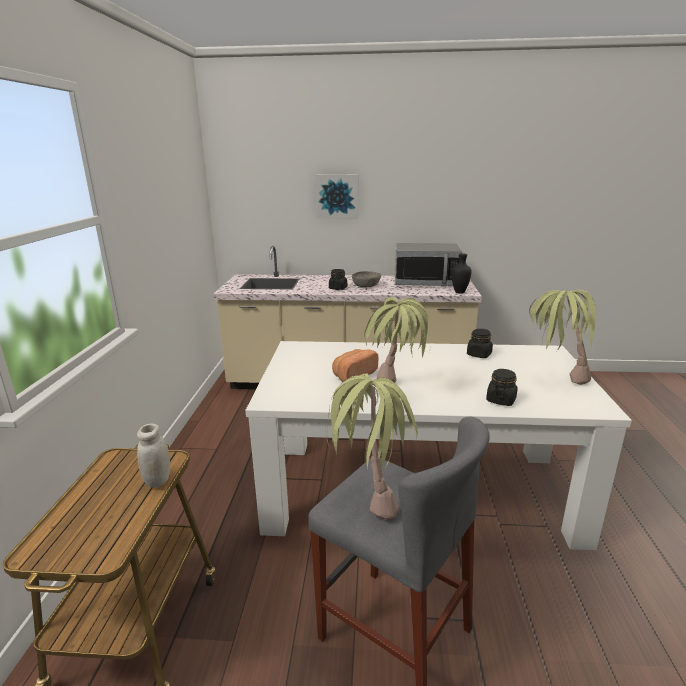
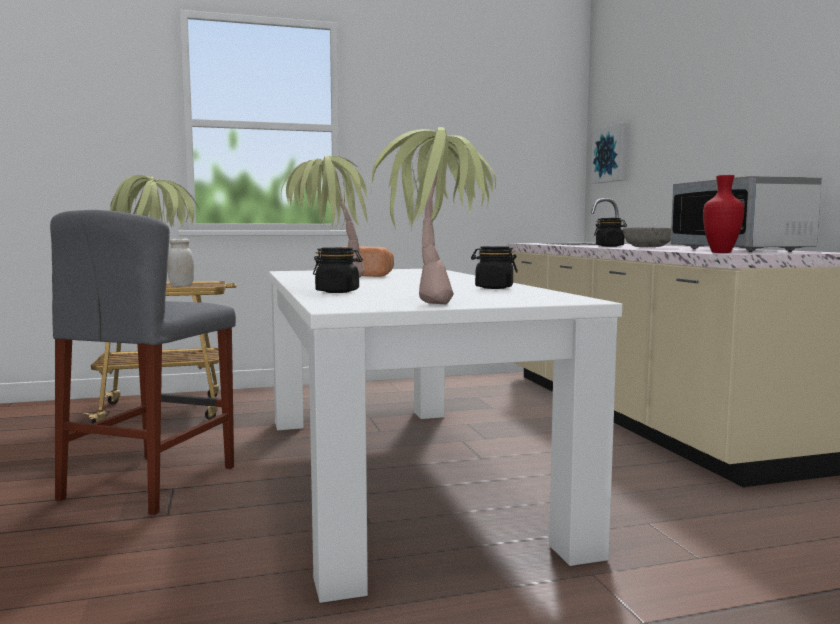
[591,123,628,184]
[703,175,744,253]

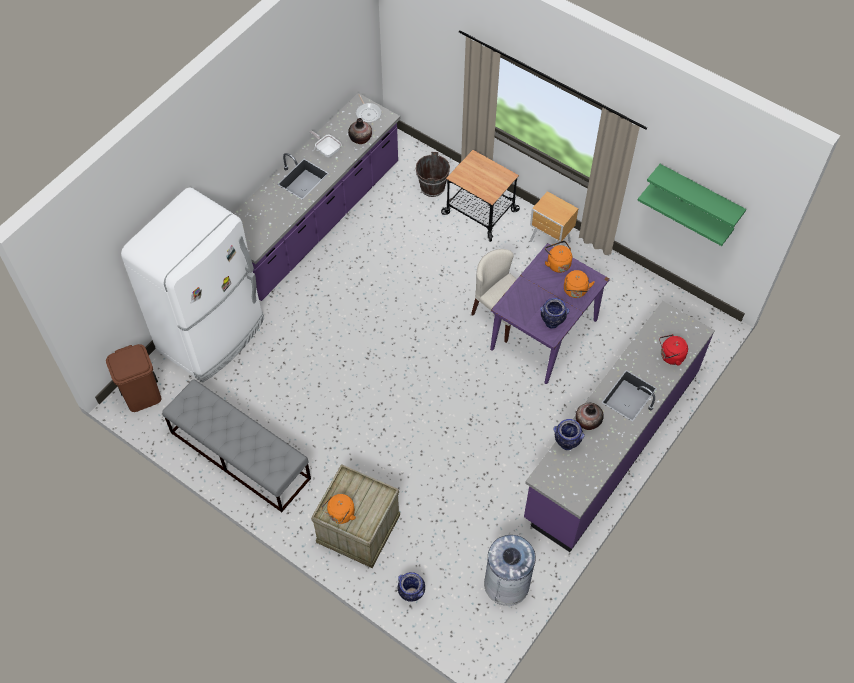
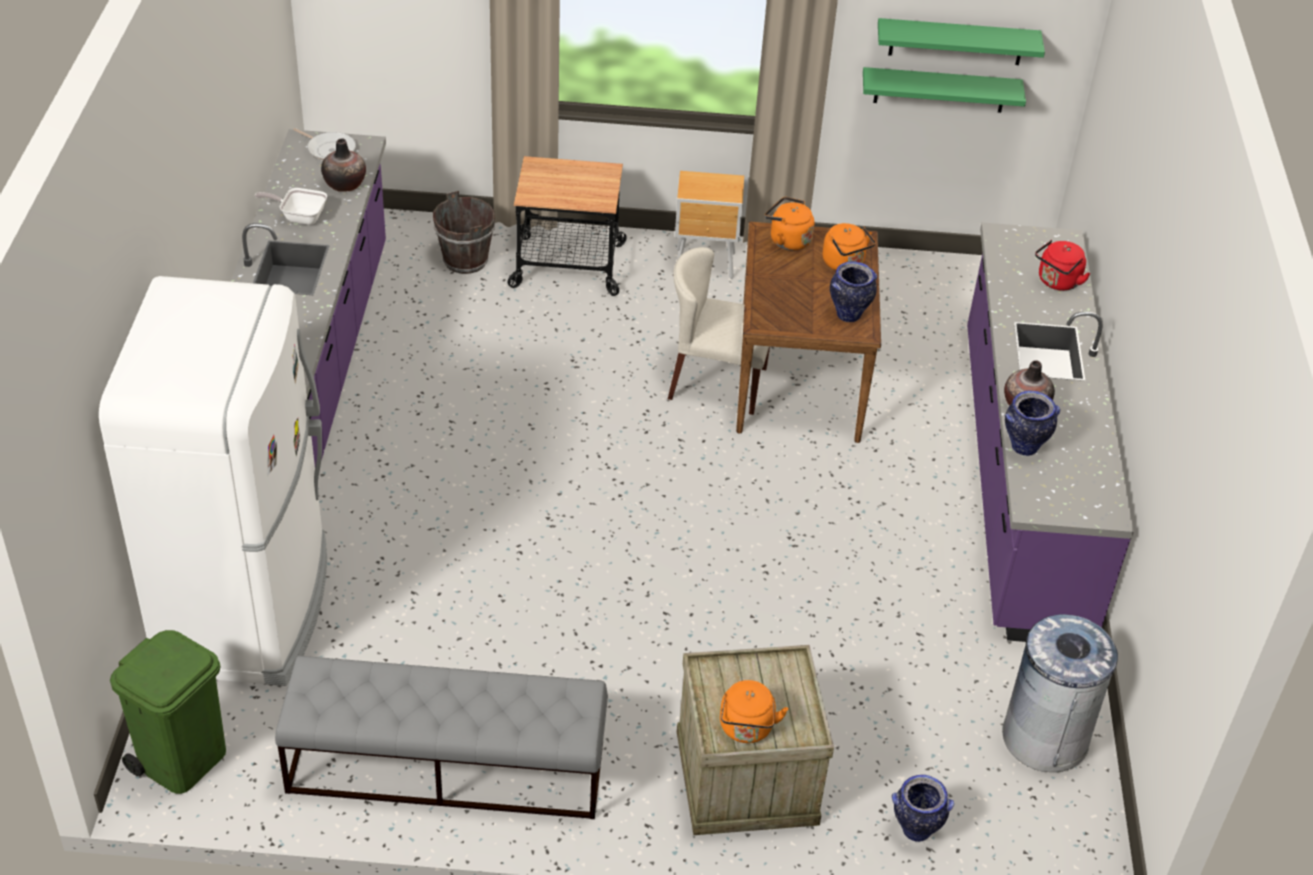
[736,221,881,443]
[110,630,226,794]

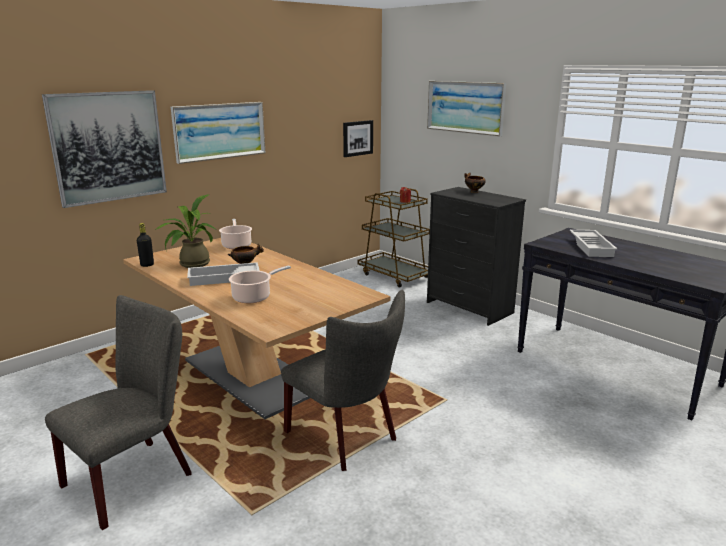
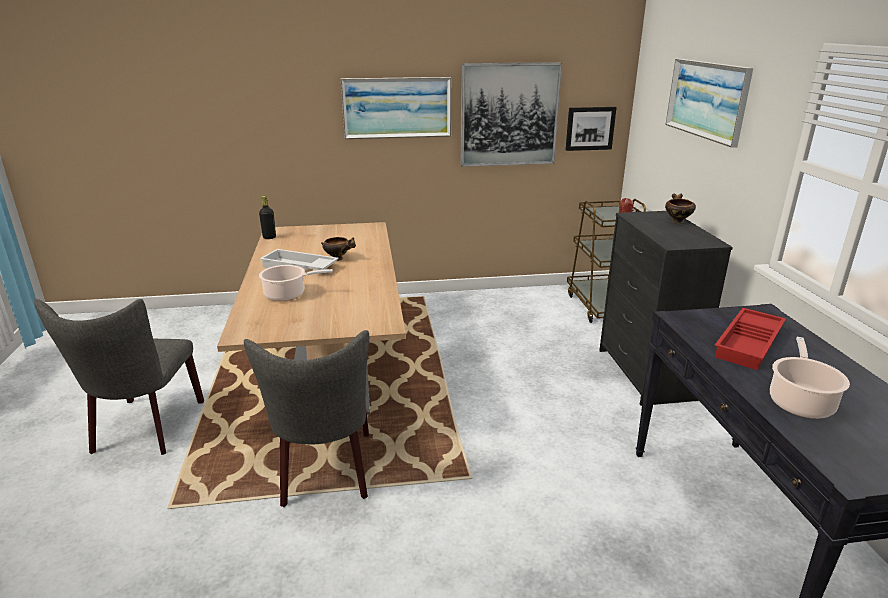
[460,62,562,167]
[155,194,215,268] (first image)
[770,337,850,419]
[714,308,786,370]
[34,299,204,455]

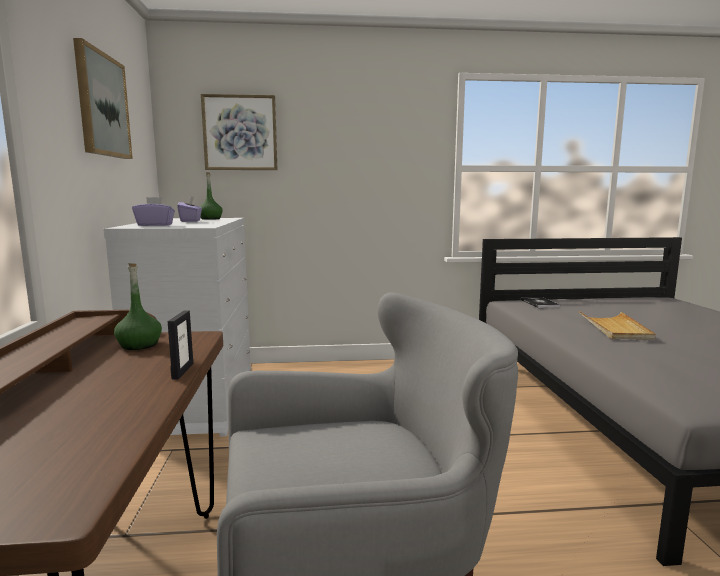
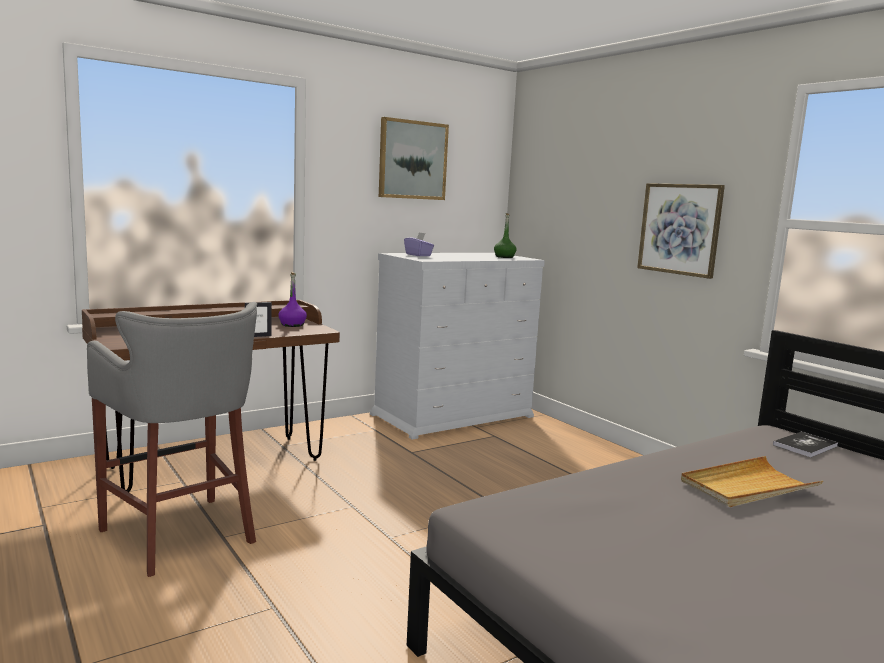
[637,183,725,279]
[177,196,202,222] (first image)
[278,272,307,327]

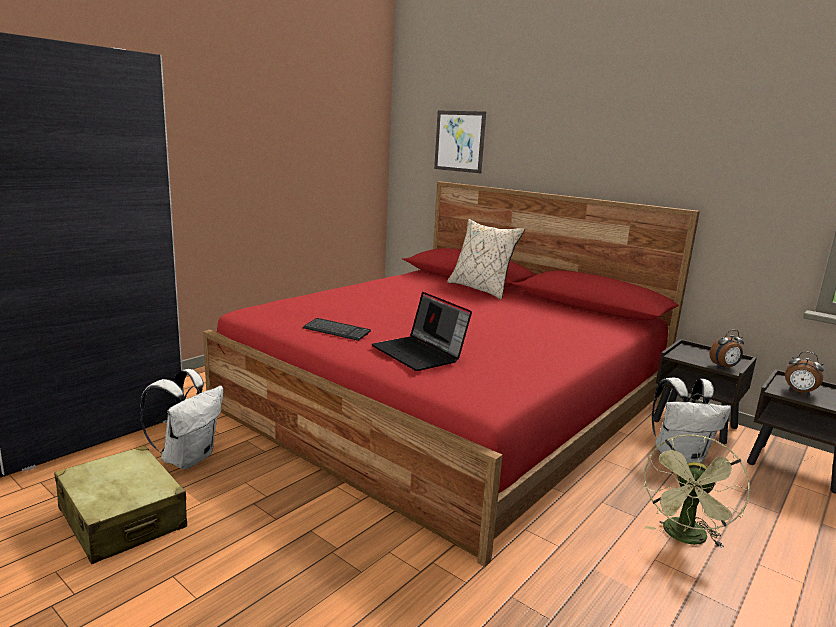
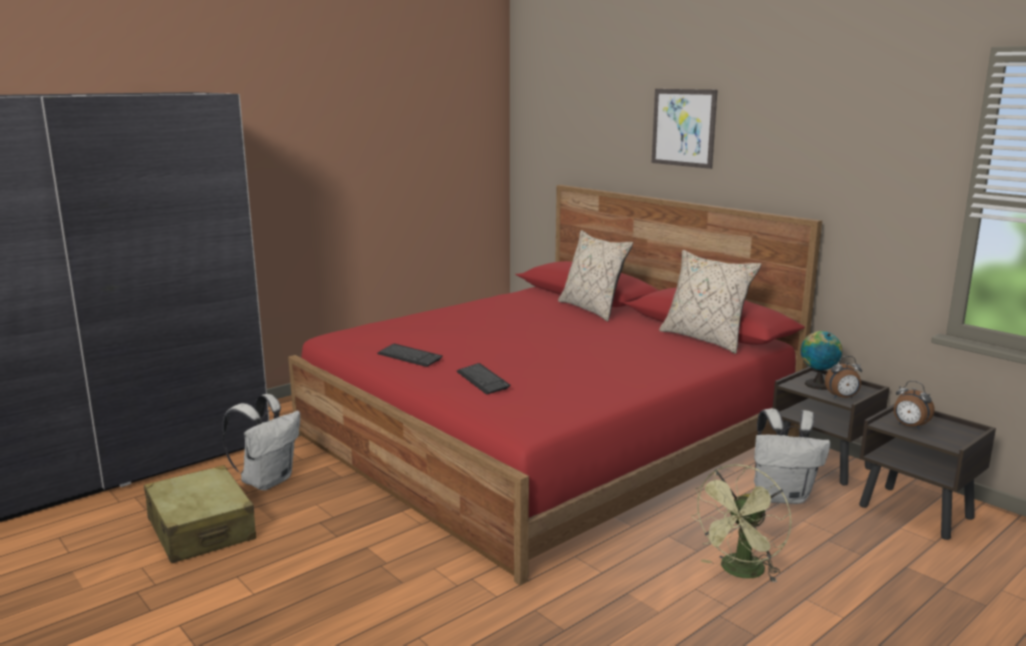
[652,89,718,169]
[456,363,510,395]
[659,250,762,354]
[801,331,842,390]

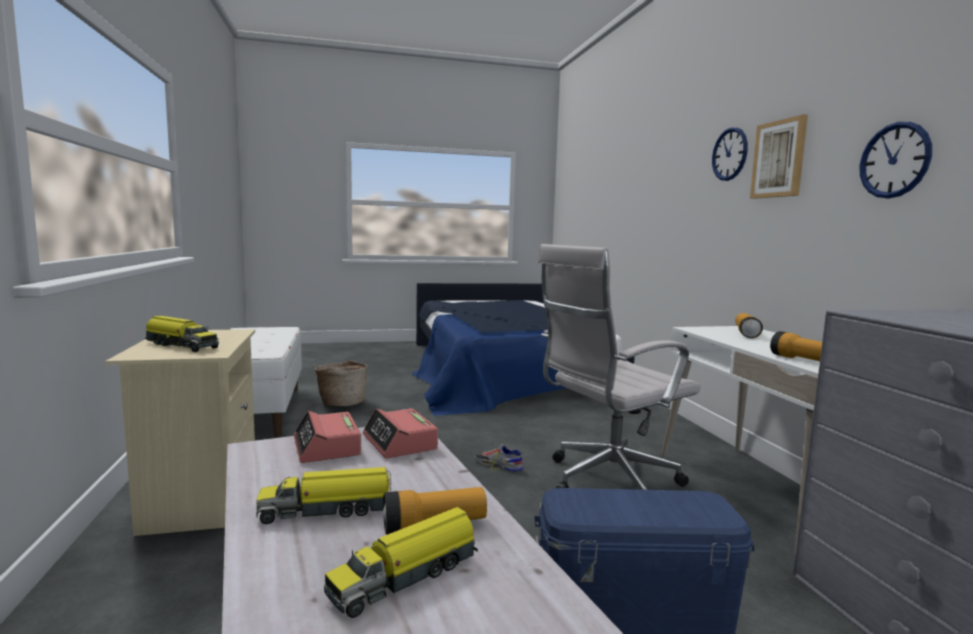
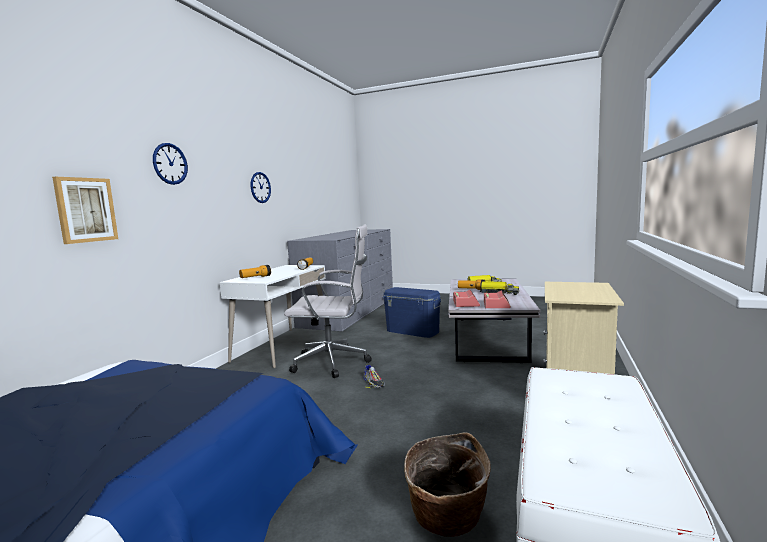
[52,177,118,244]
[145,316,219,352] (first image)

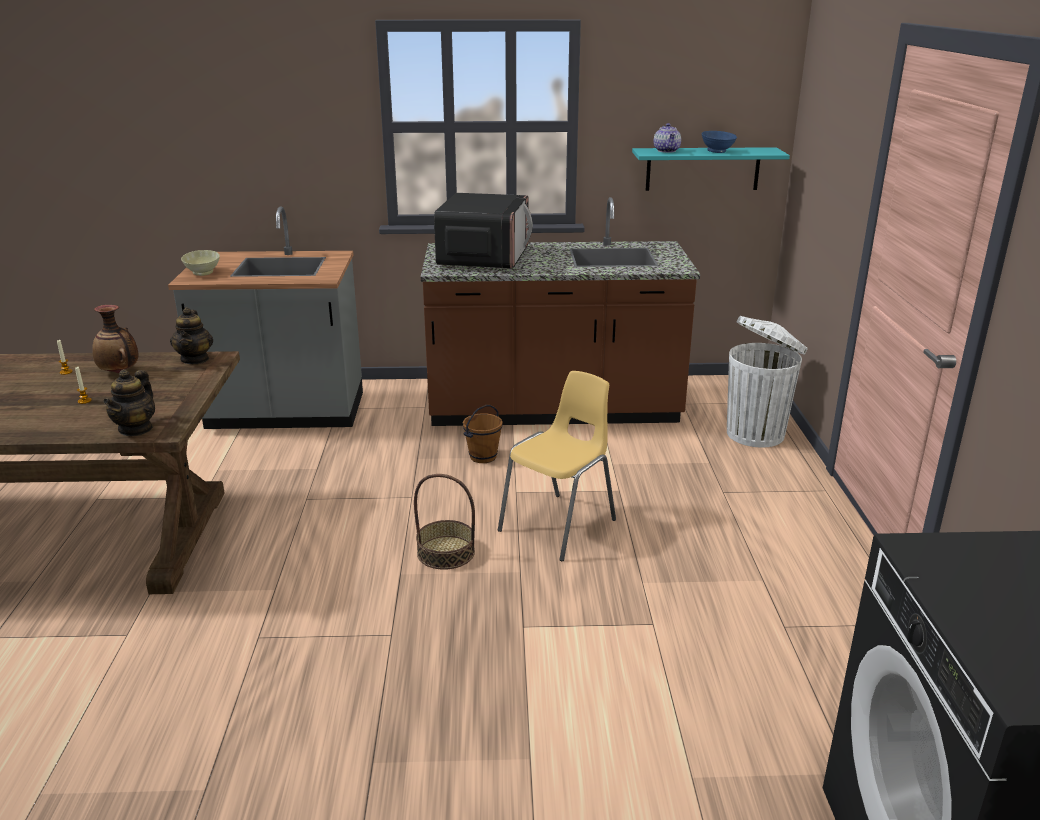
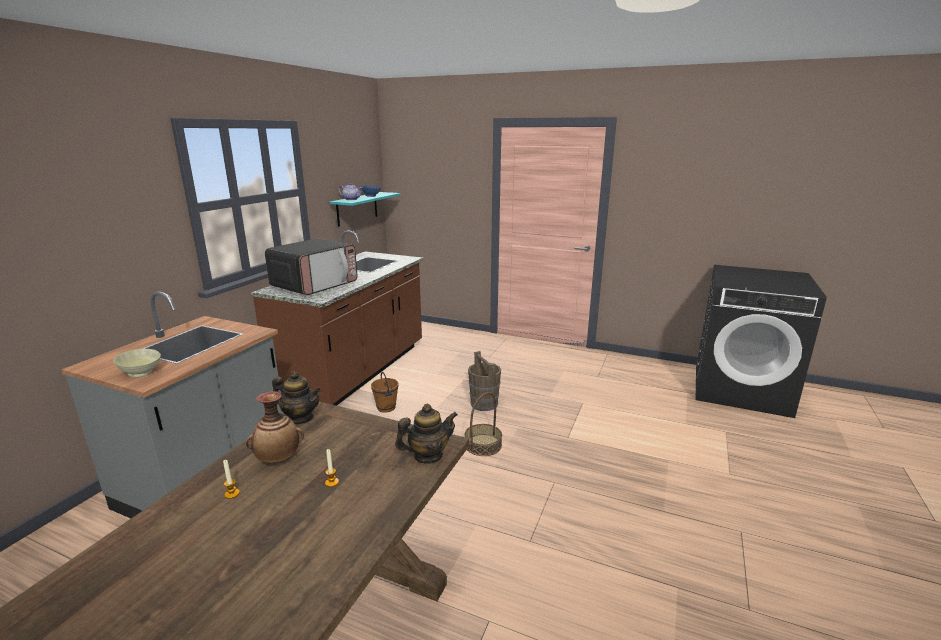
[265,238,357,295]
[727,316,808,447] (first image)
[395,404,458,464]
[468,351,501,411]

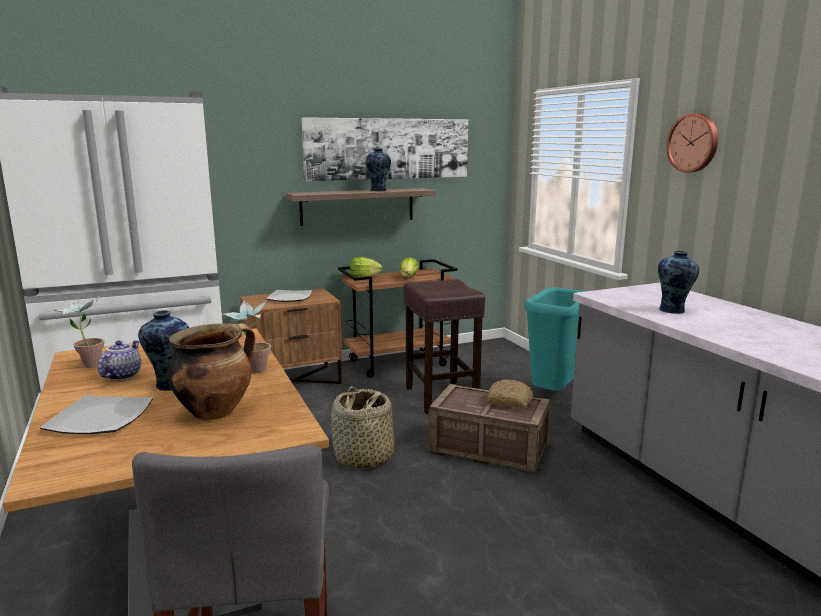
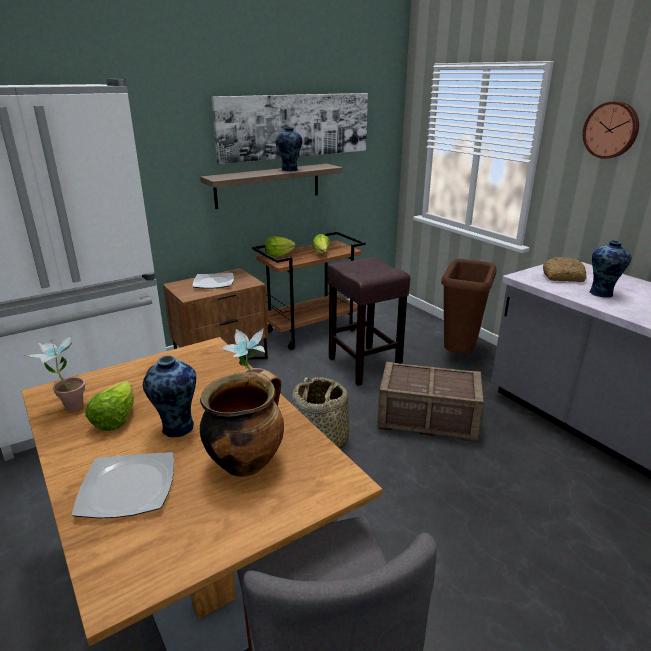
[441,259,496,354]
[85,381,134,431]
[543,257,587,282]

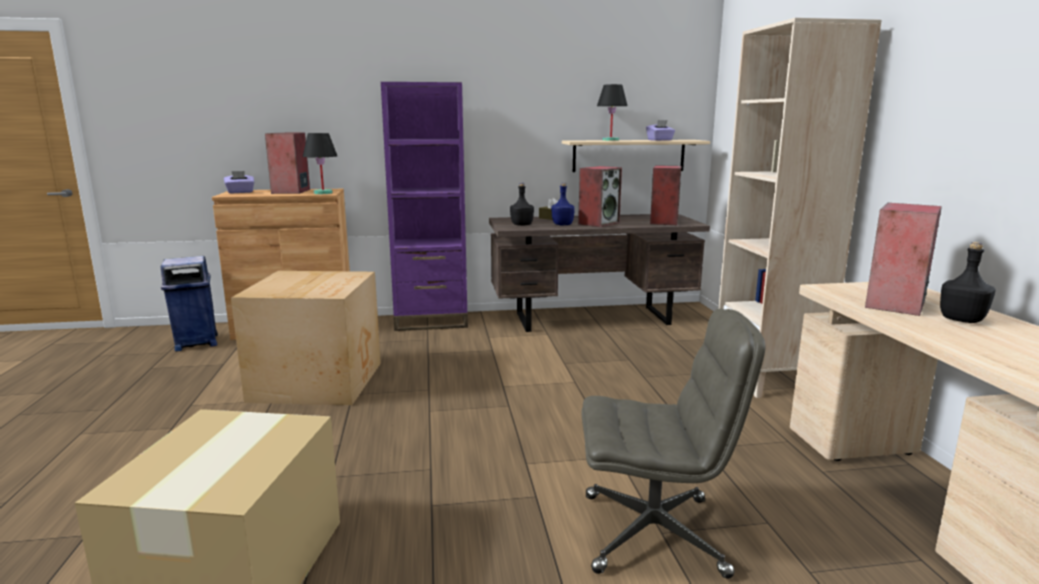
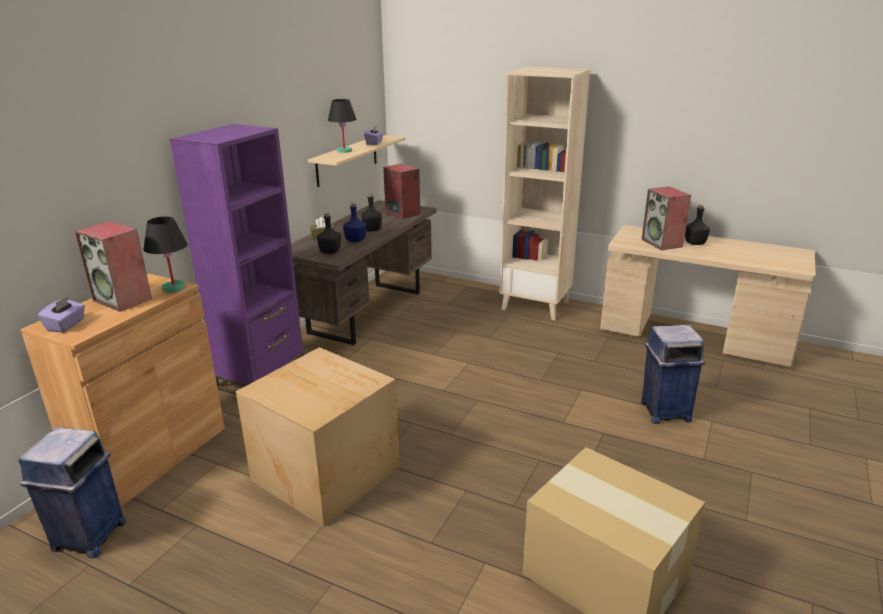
[361,194,382,232]
[641,325,705,424]

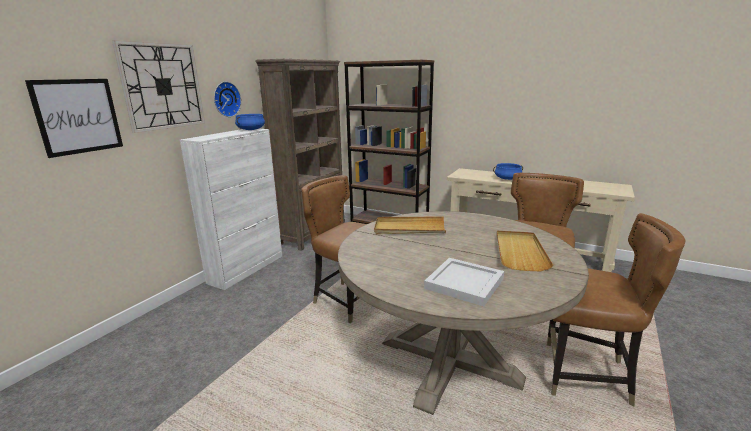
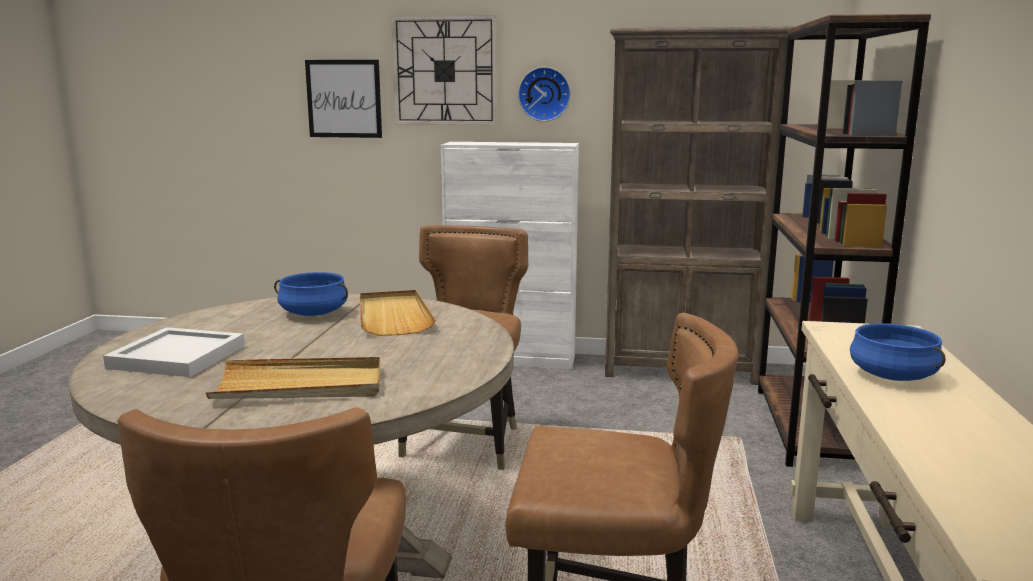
[274,272,348,316]

